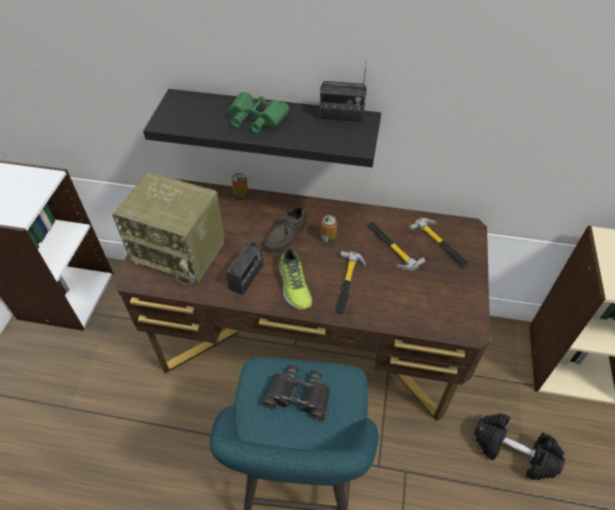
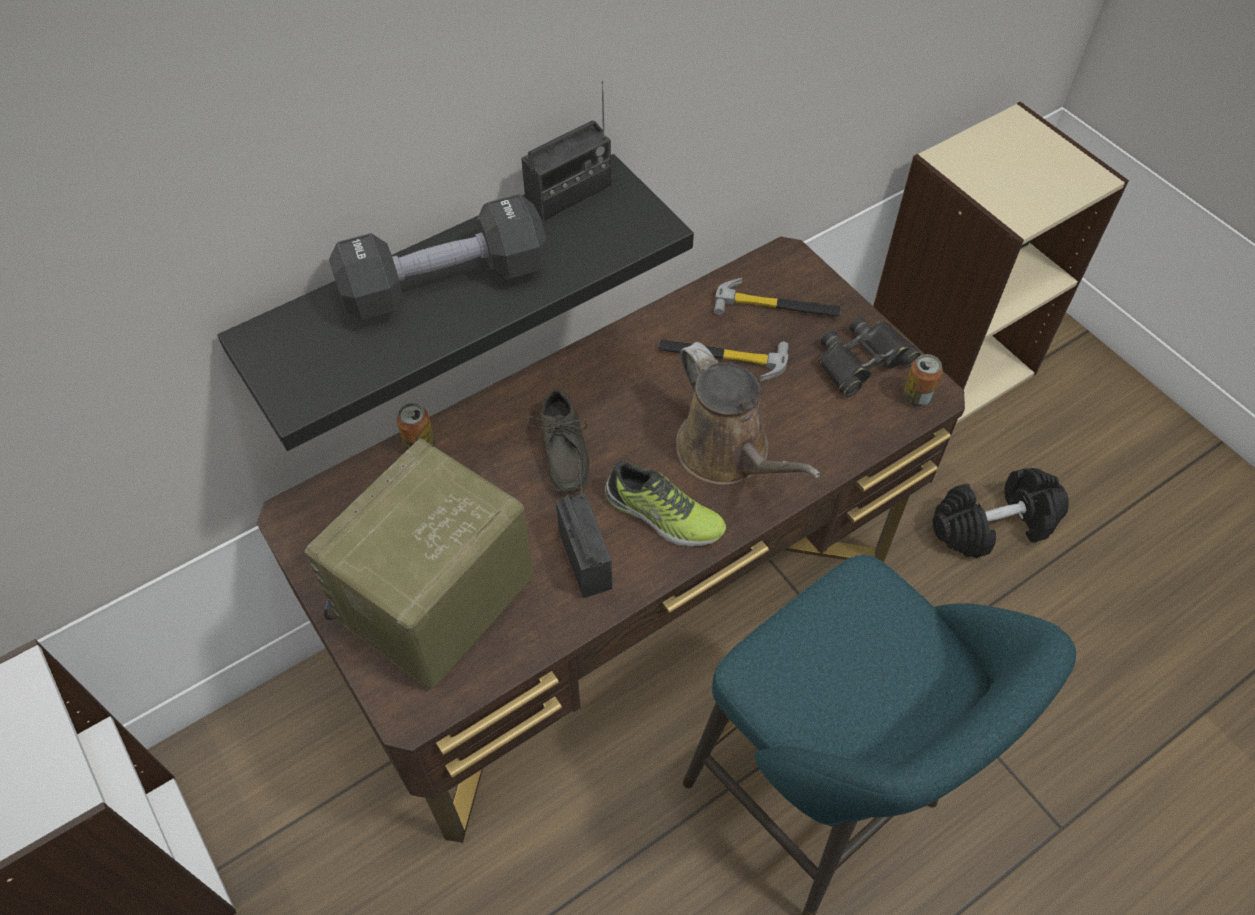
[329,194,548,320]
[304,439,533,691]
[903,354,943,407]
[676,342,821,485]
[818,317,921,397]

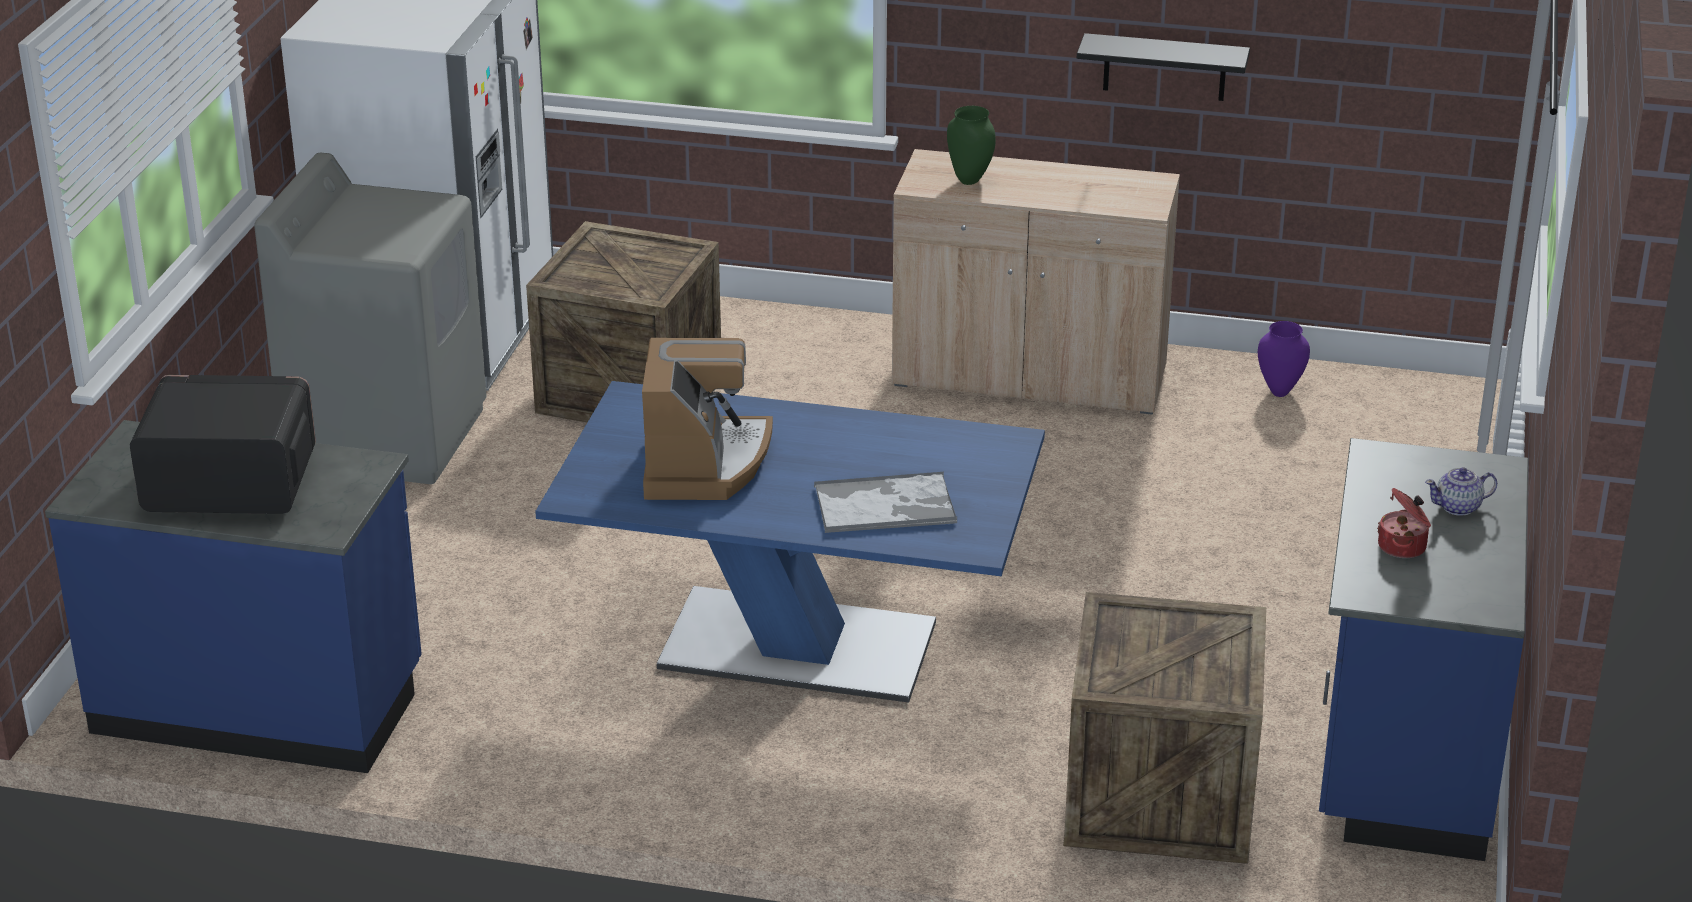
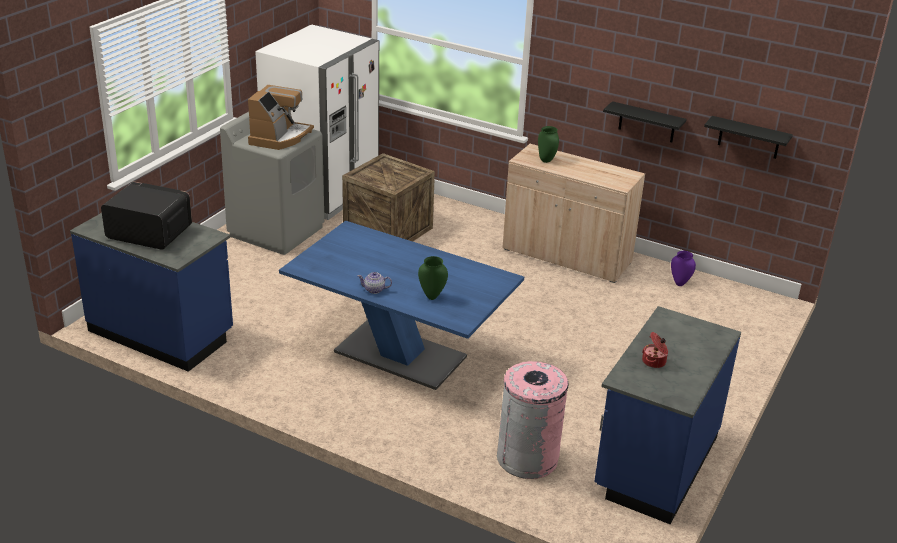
[248,85,314,150]
[357,272,392,294]
[418,256,448,300]
[497,361,568,479]
[704,116,793,159]

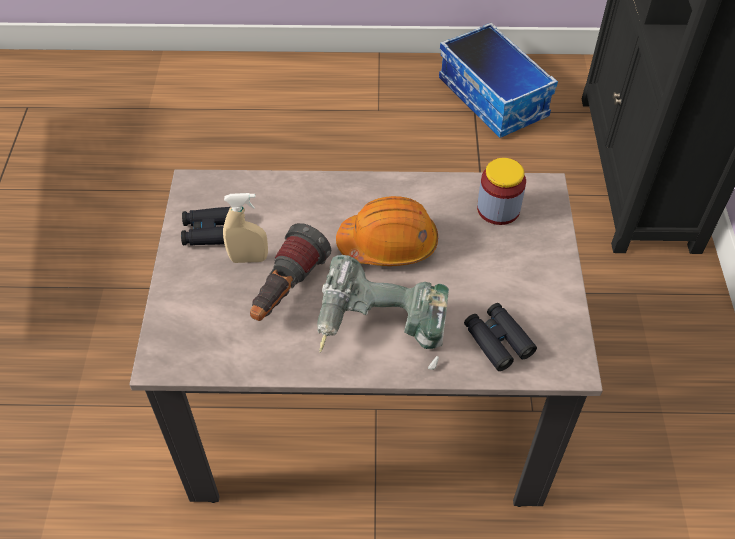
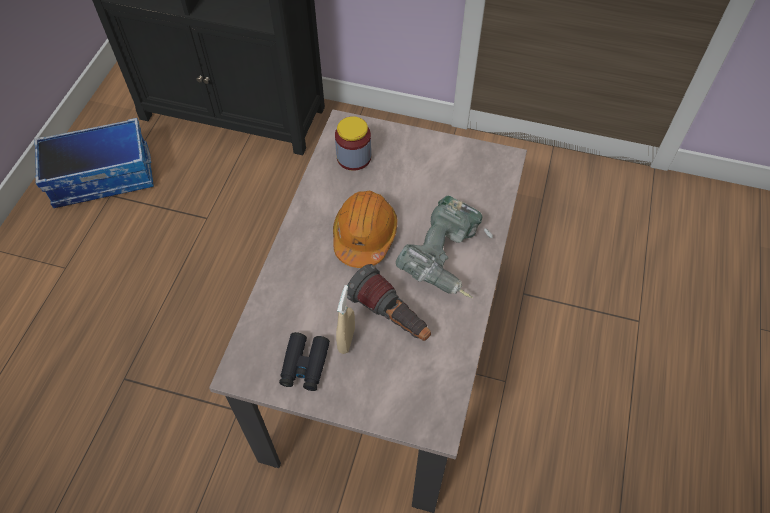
[464,303,537,371] (first image)

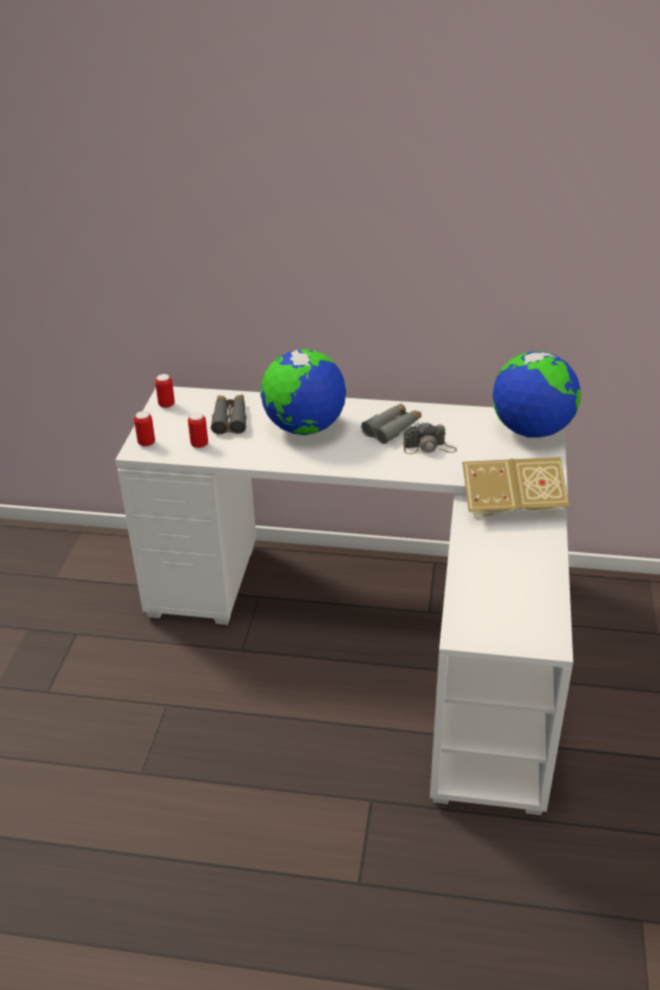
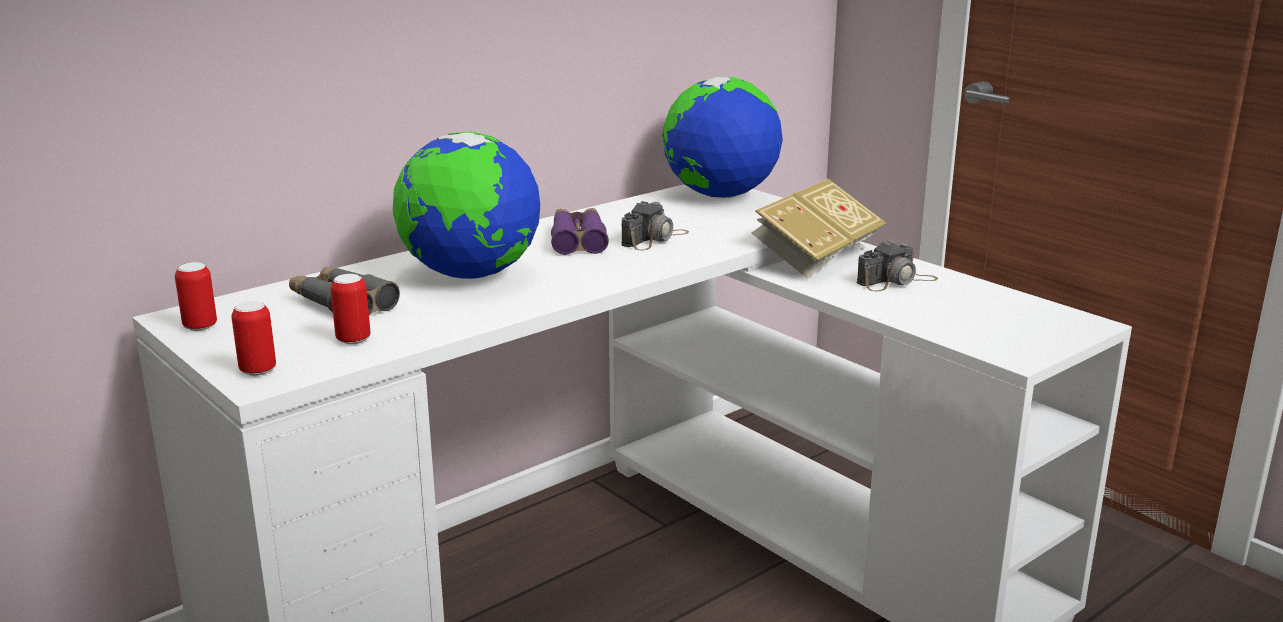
[551,208,609,255]
[857,240,938,291]

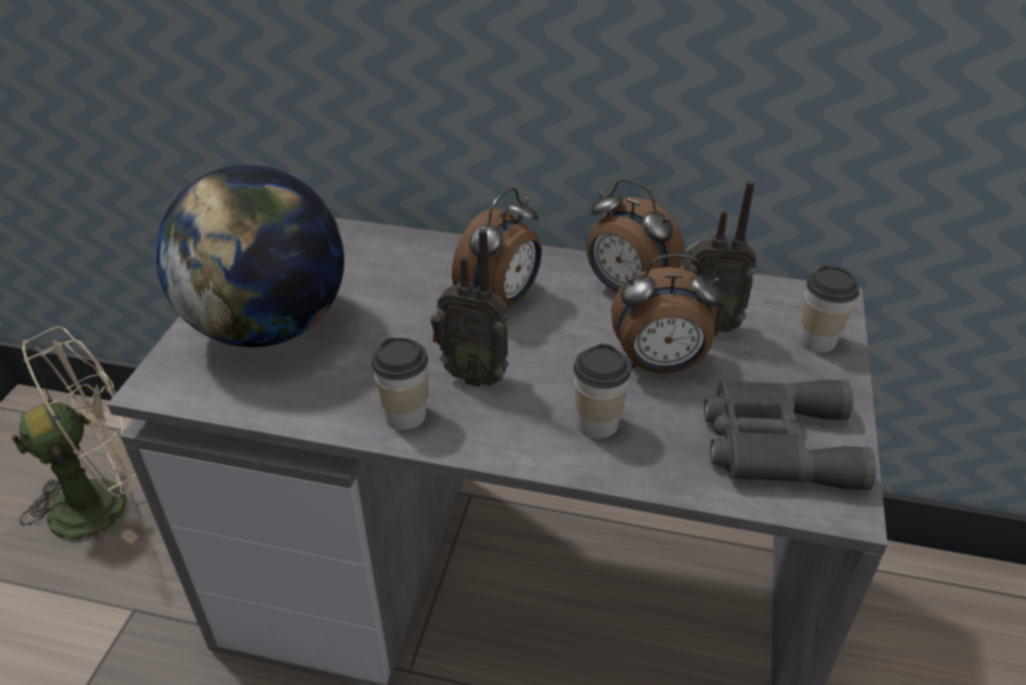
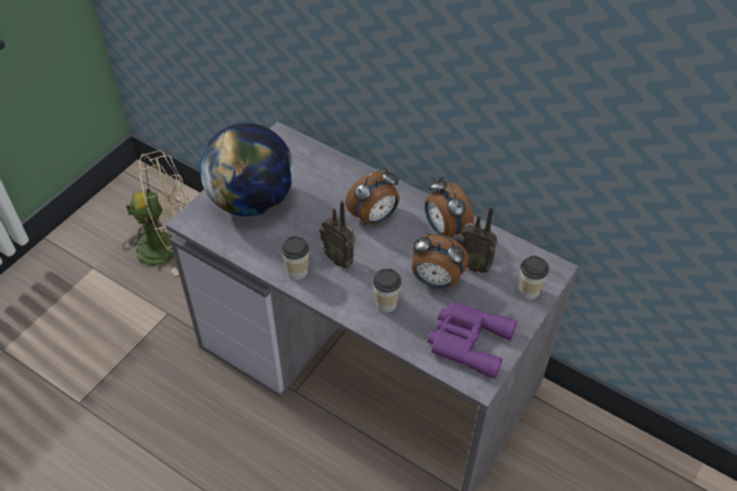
[427,301,517,379]

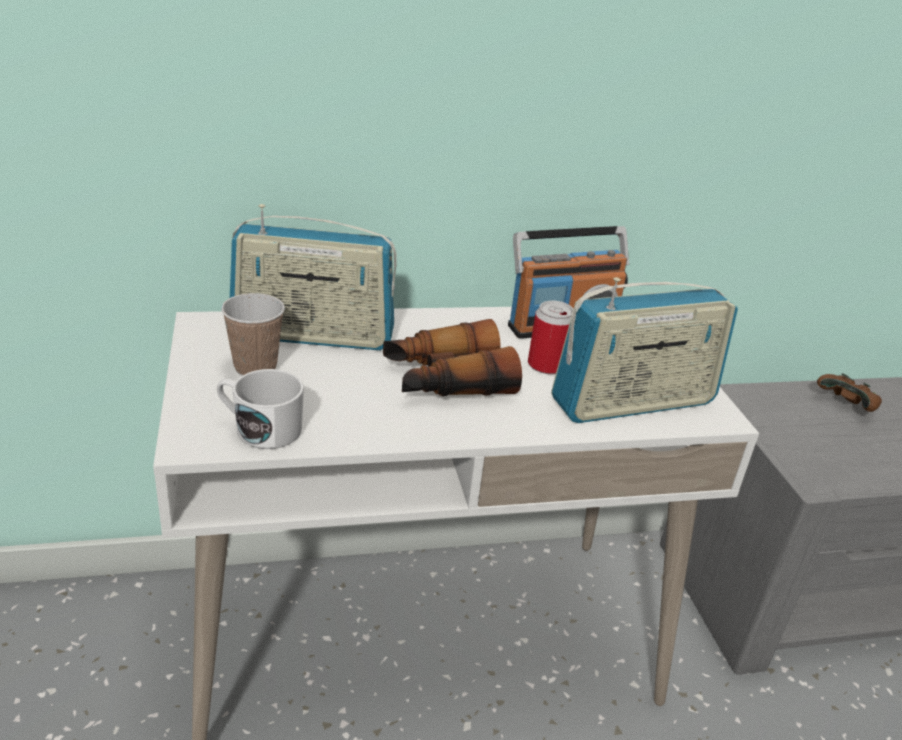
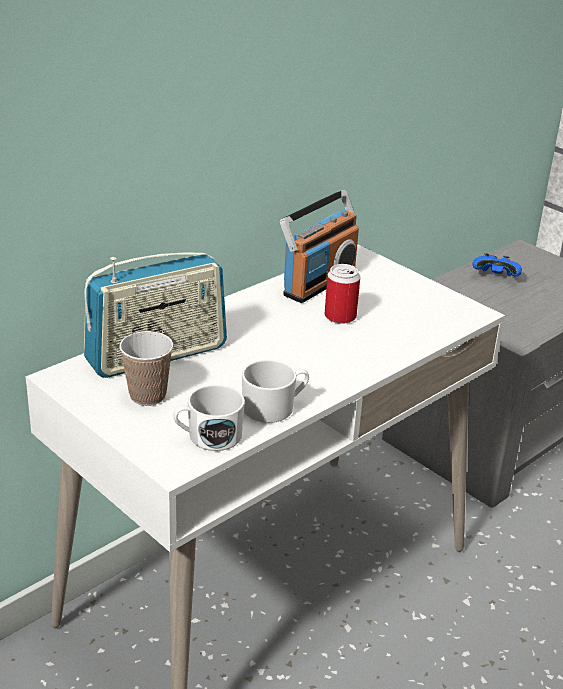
[551,277,738,423] (first image)
[383,319,522,396] (first image)
[473,253,522,277]
[242,360,309,423]

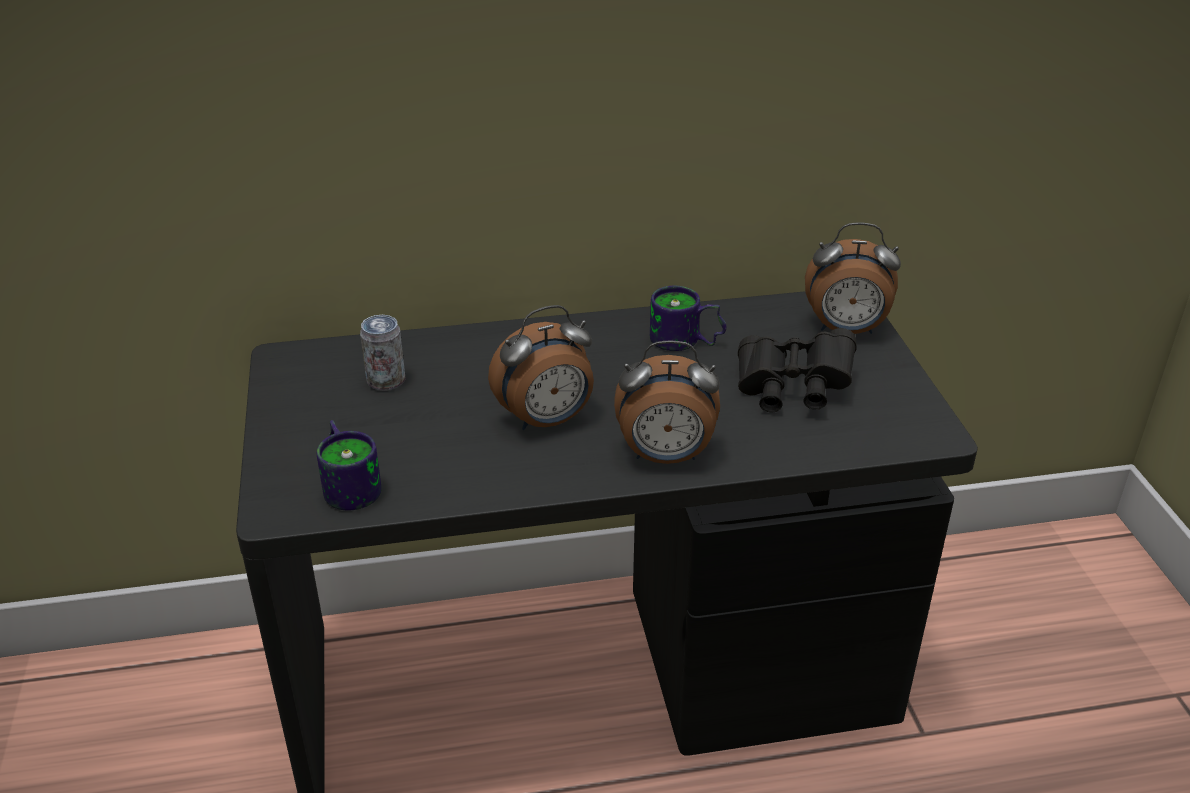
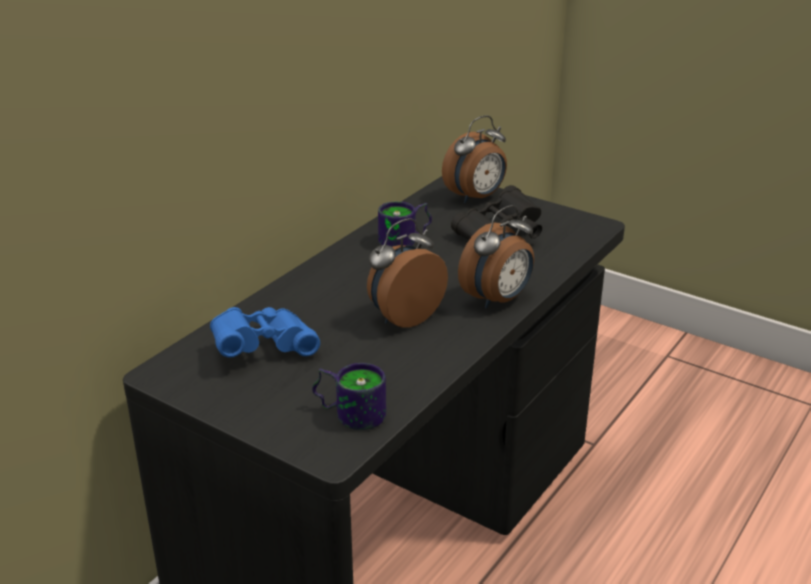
[367,218,448,328]
[210,307,320,358]

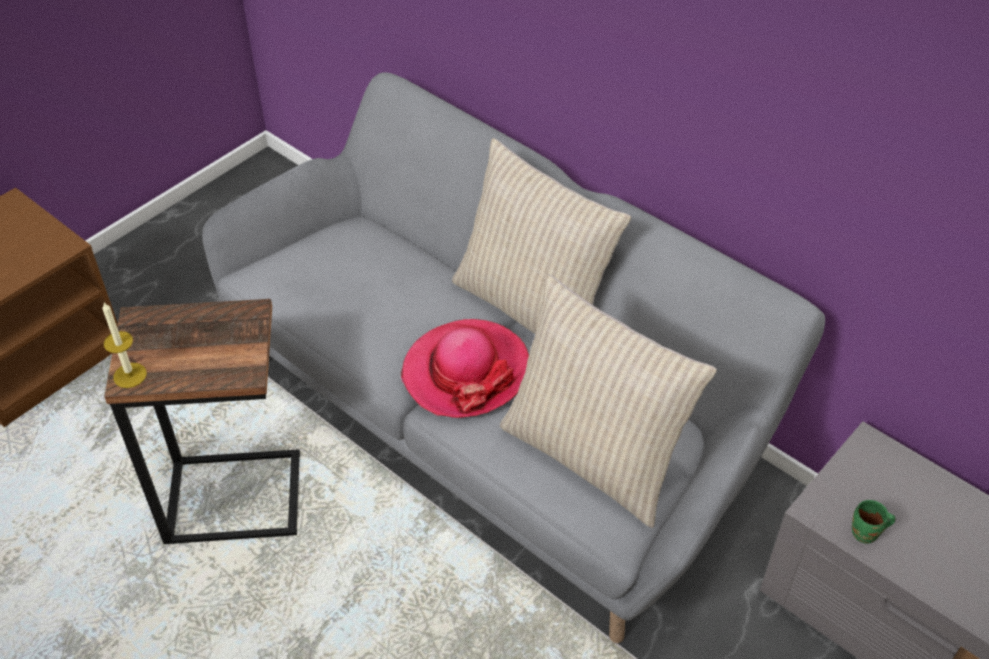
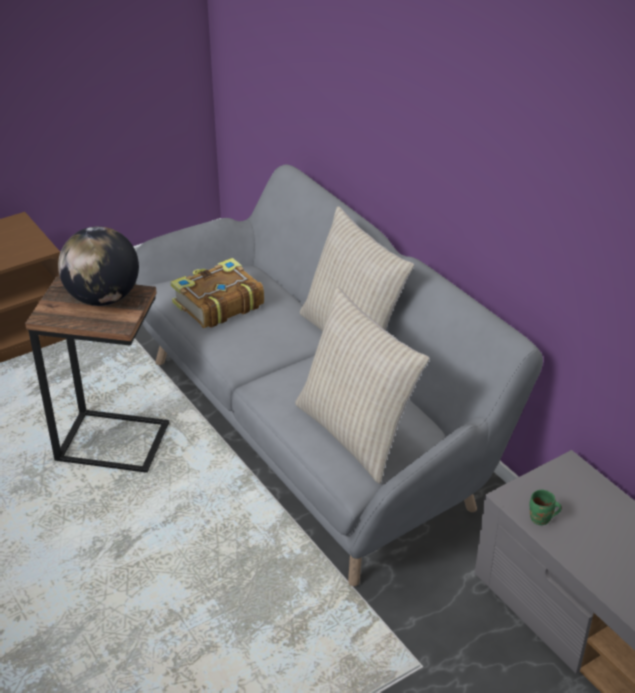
[102,302,147,388] (first image)
[401,319,529,418] (first image)
[58,226,139,306]
[170,258,264,328]

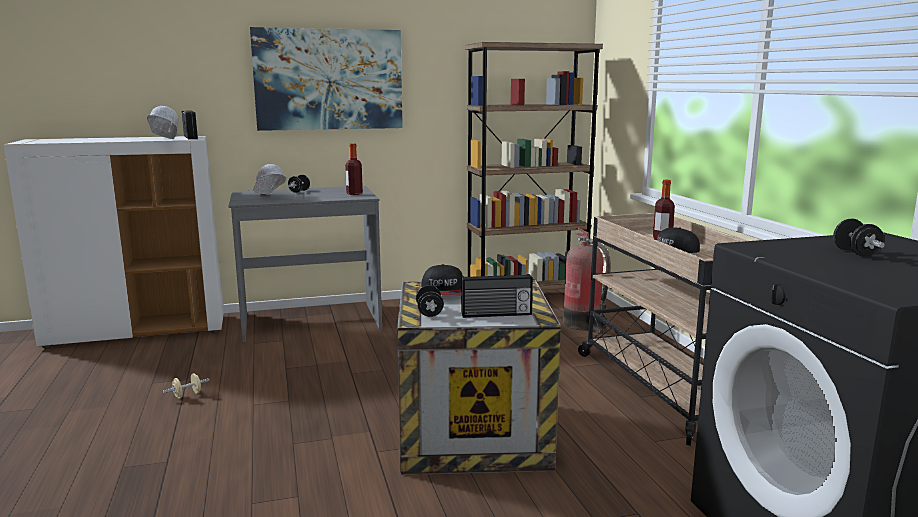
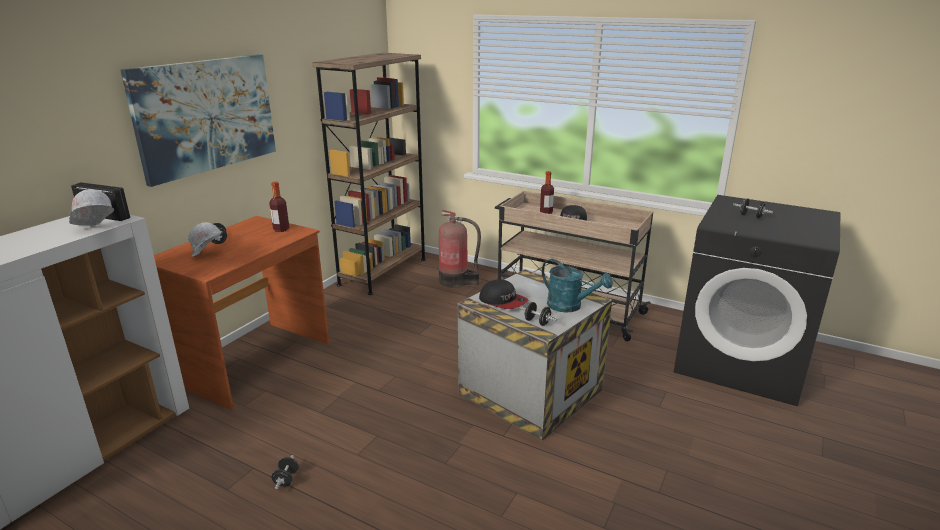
[154,216,329,410]
[542,259,613,312]
[271,455,299,490]

